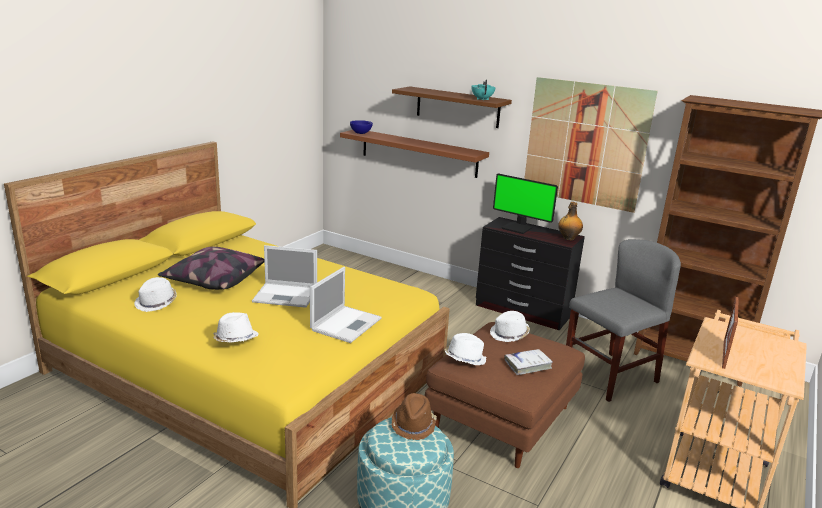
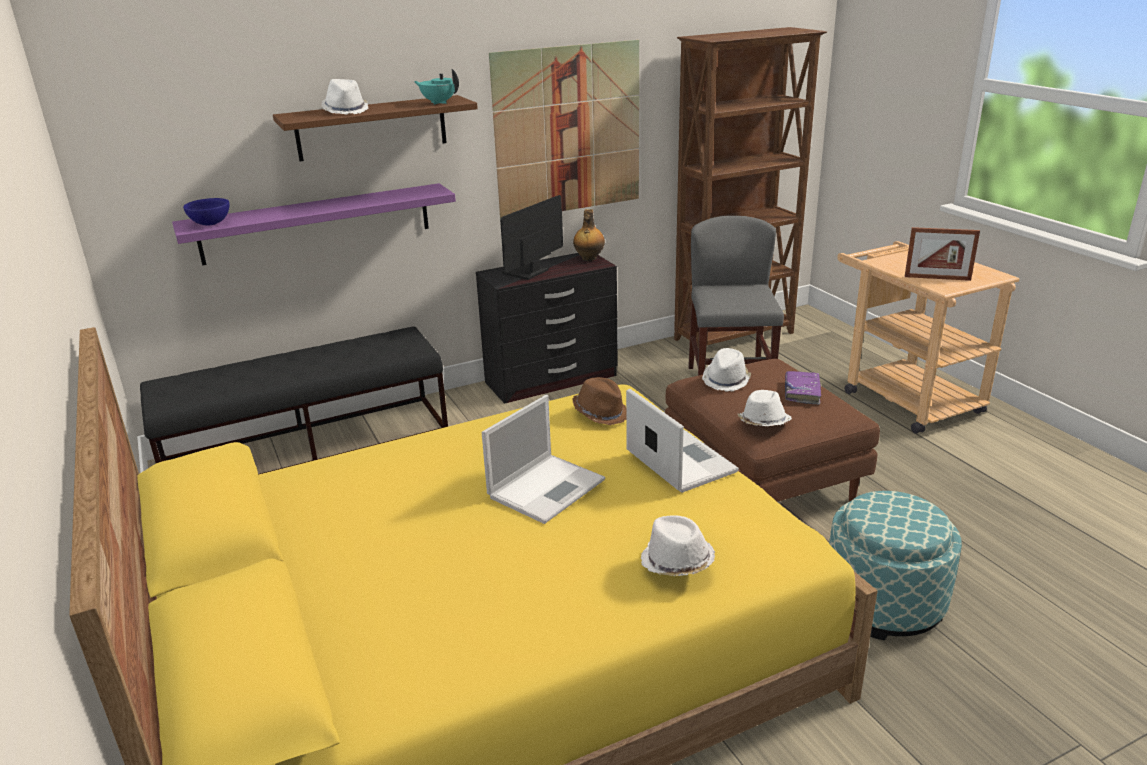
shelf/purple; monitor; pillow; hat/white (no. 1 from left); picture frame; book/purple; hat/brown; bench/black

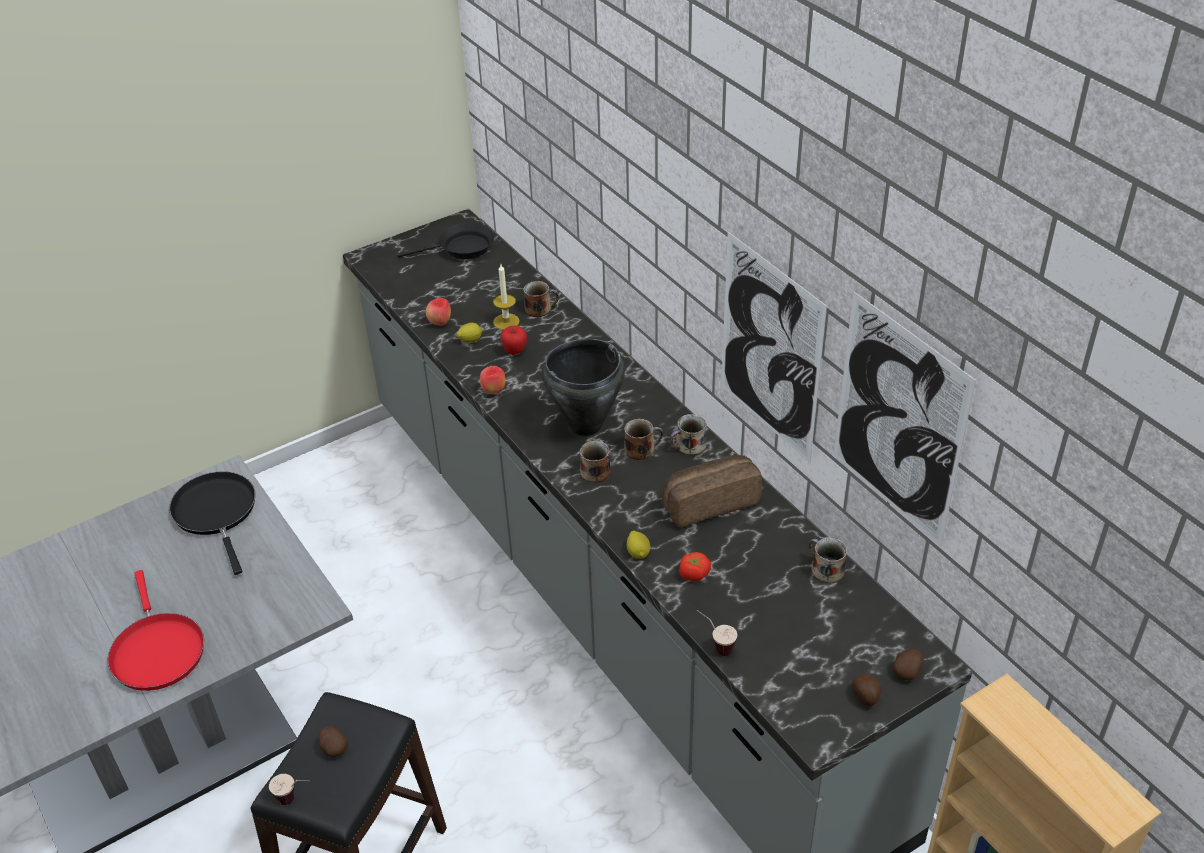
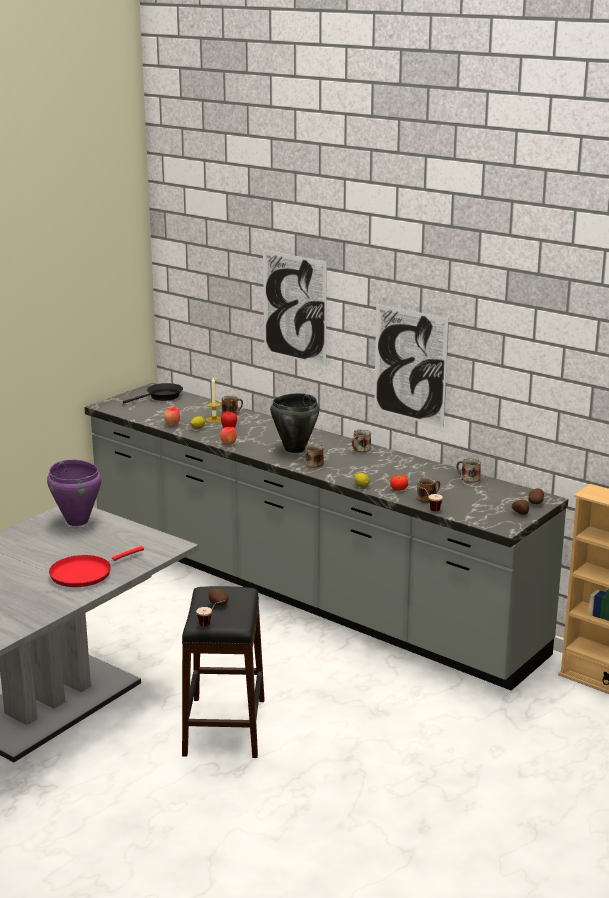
picture (no. 1 from left); mug (no. 4 from left); bread; cooking pot/purple; frying pan/red

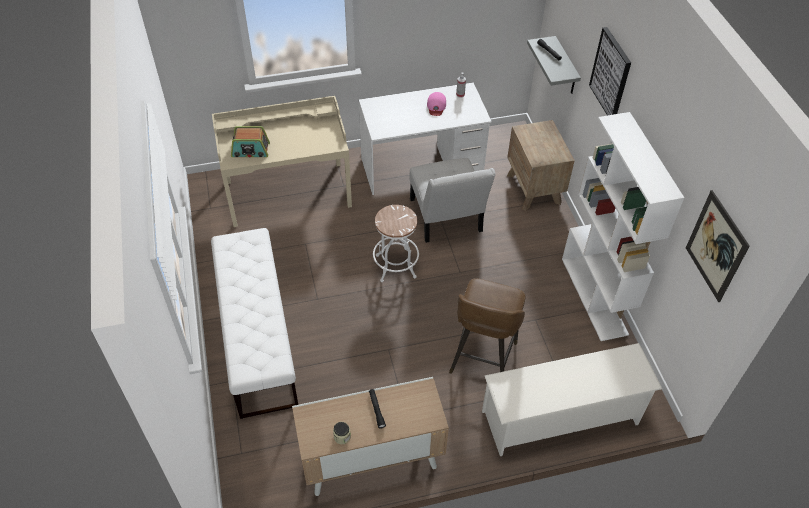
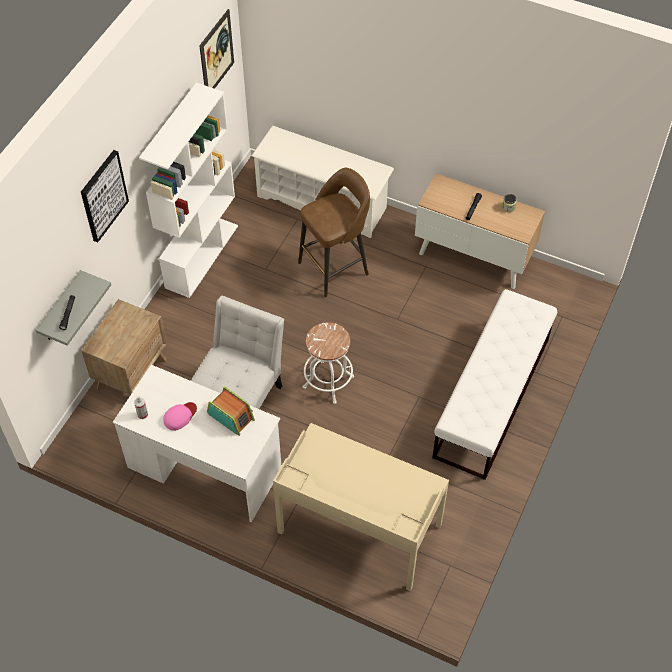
radio

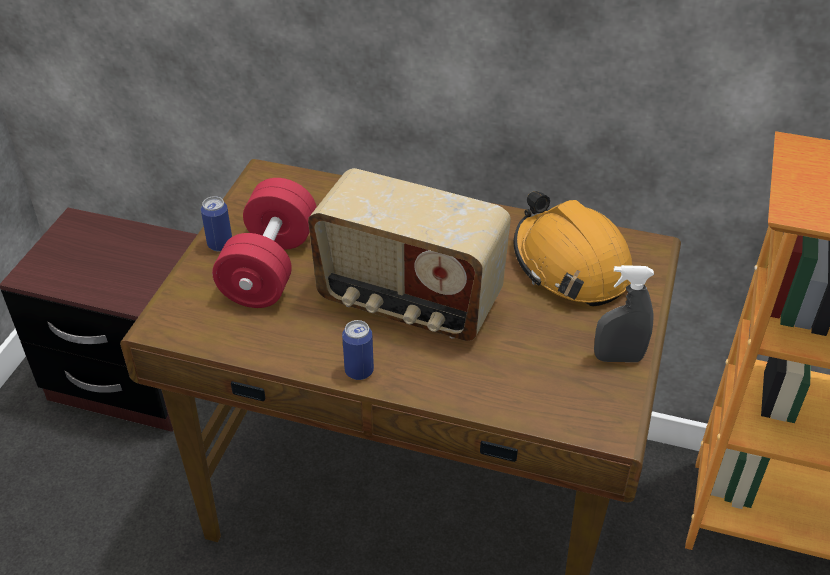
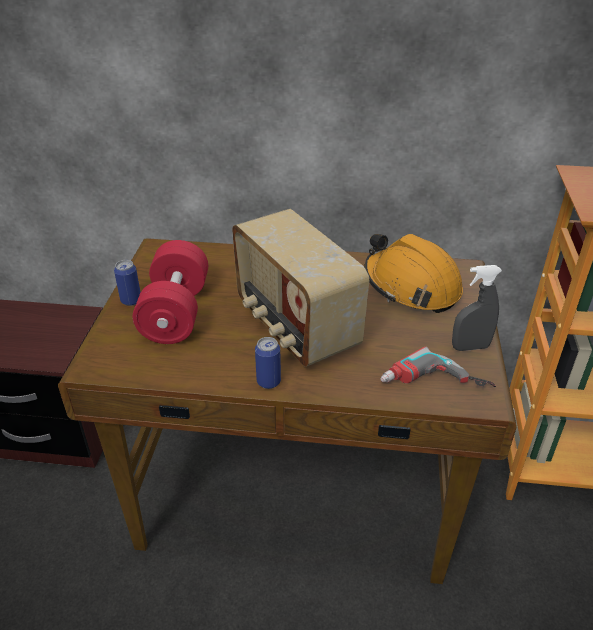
radio; power drill

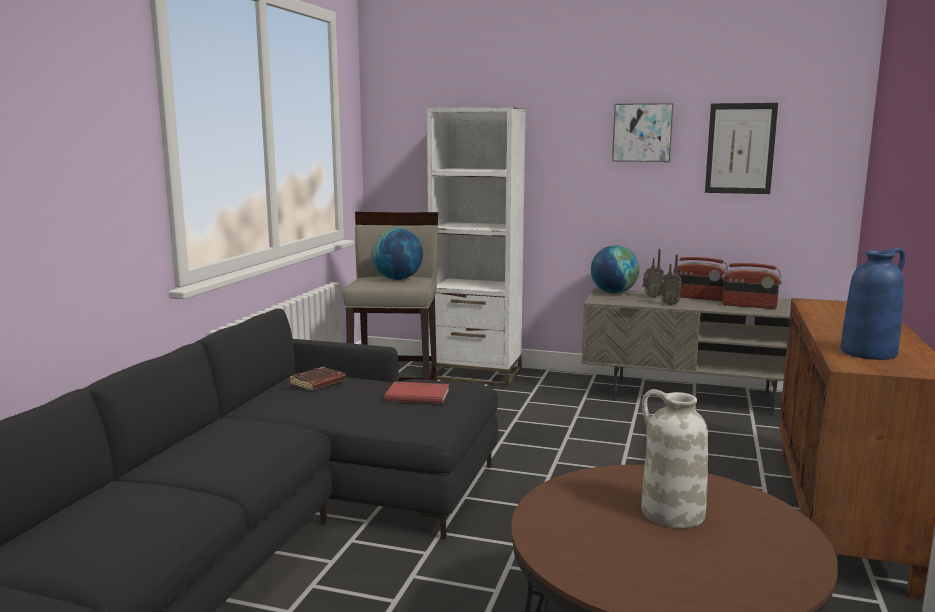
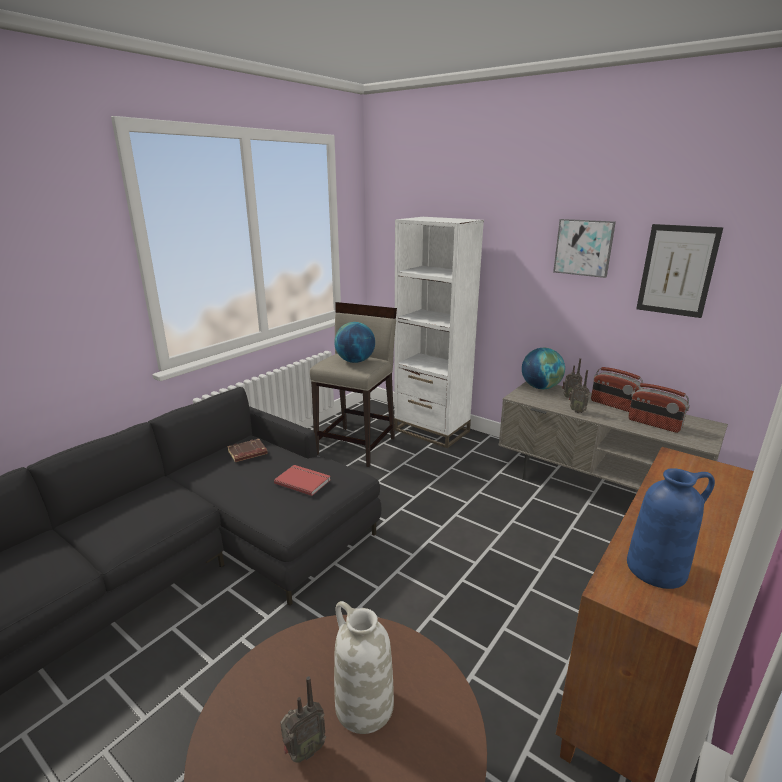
radio (no. 1 from left)

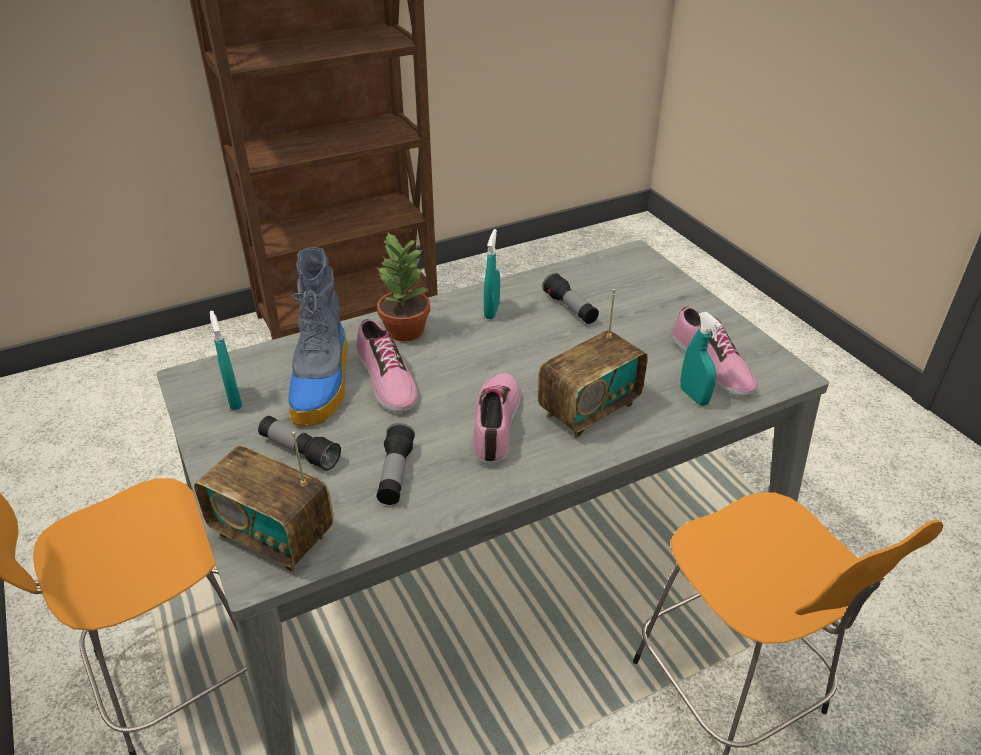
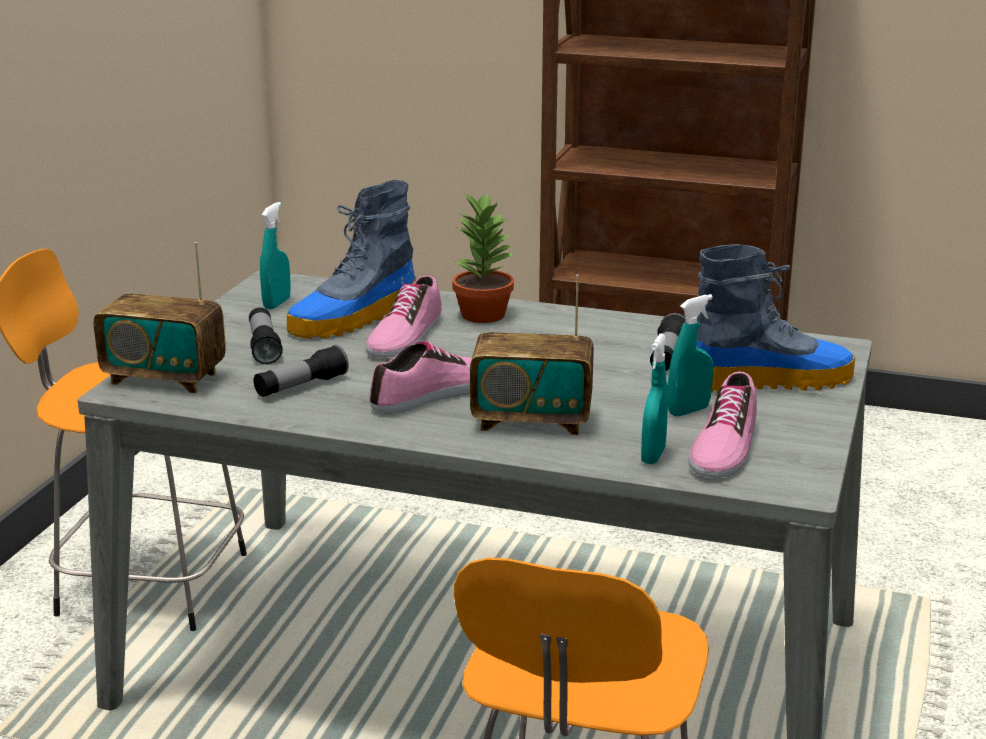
spray bottle/turquoise (no. 3 from left); radio (no. 1 from left); boot (no. 2 from left)

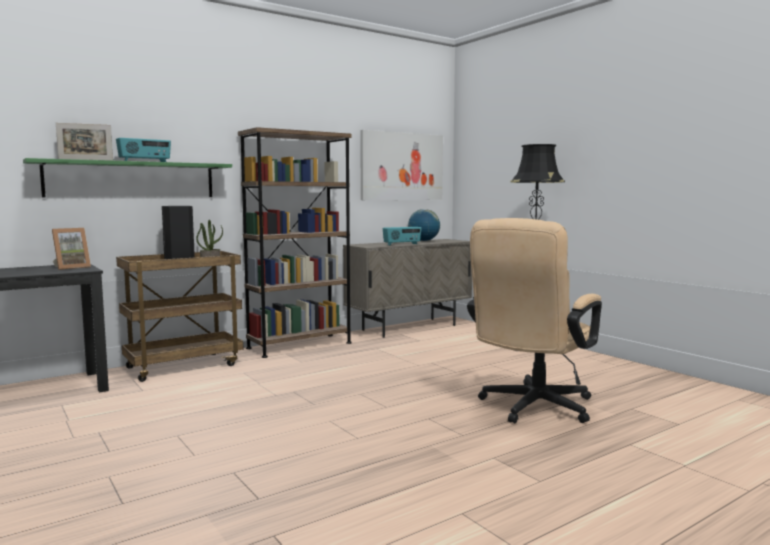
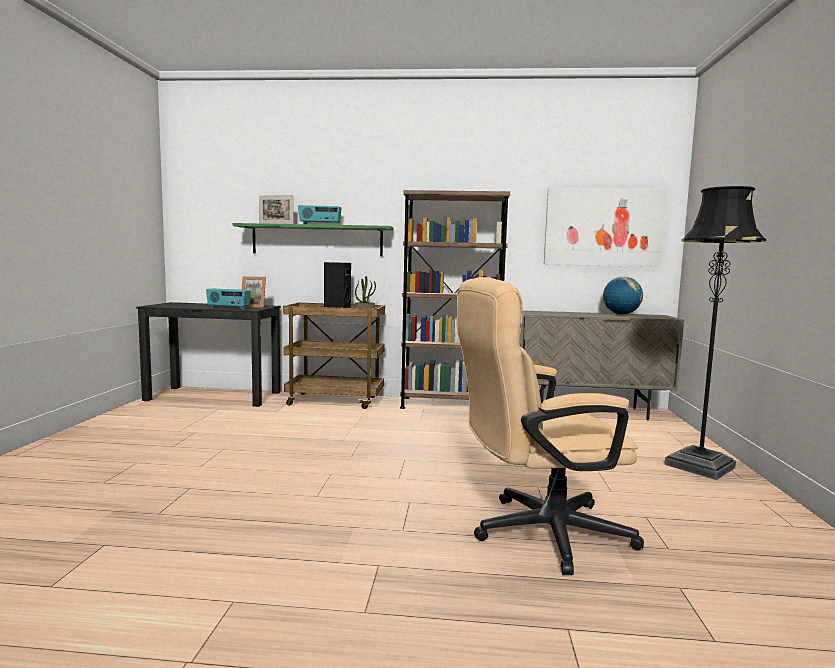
radio (no. 1 from left)

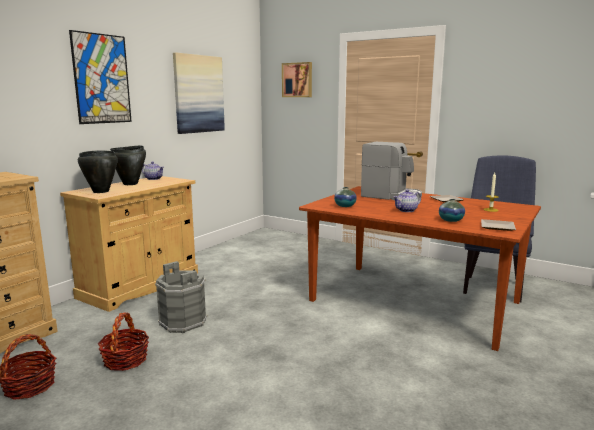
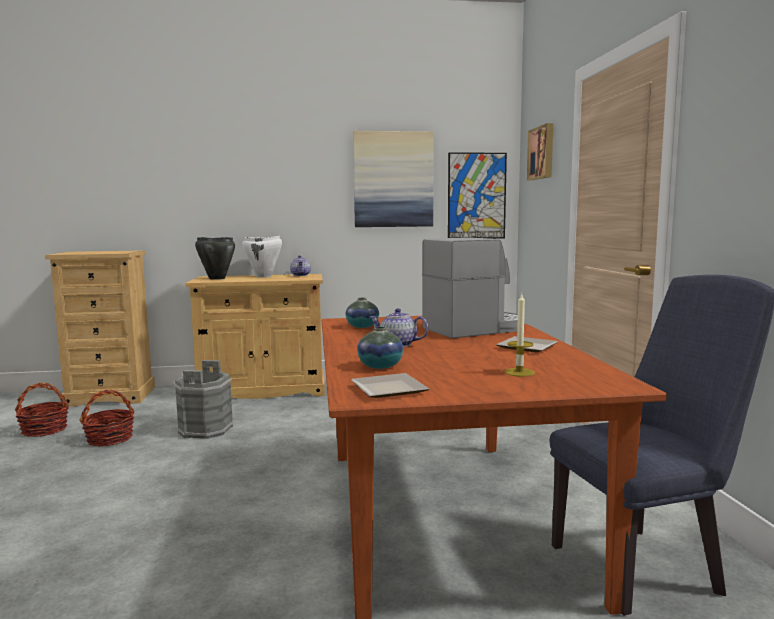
picture (no. 2 from left); coffee machine; cooking pot/white

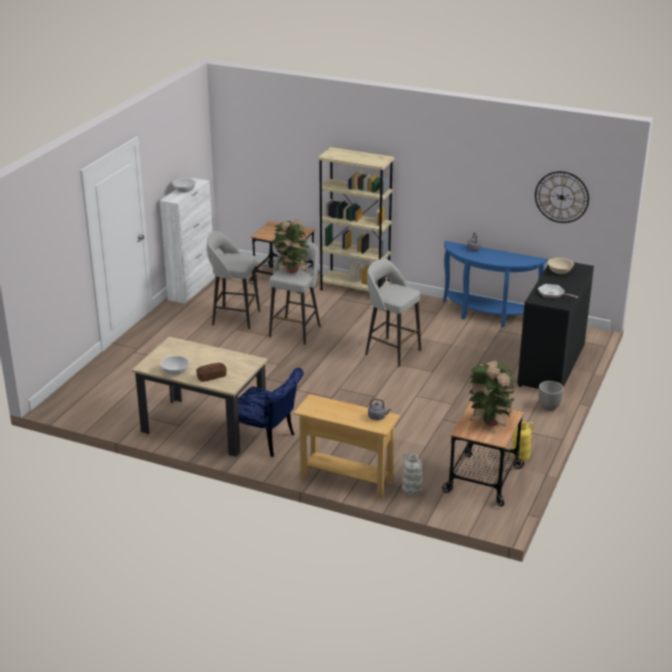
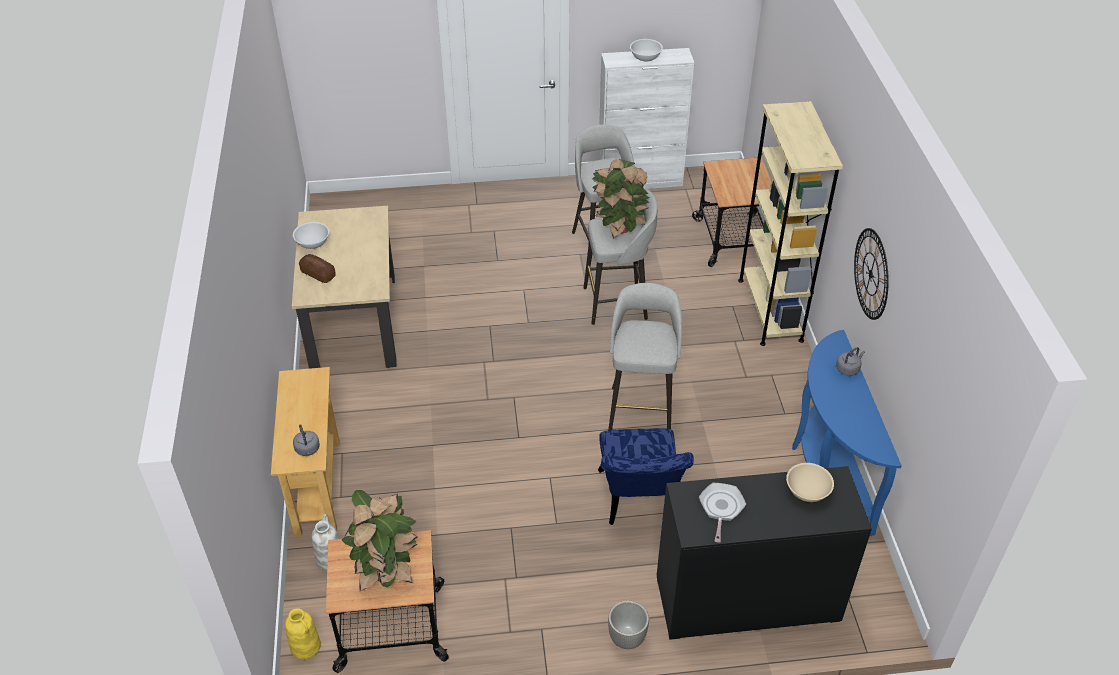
wall clock; chair/blue; vase/yellow

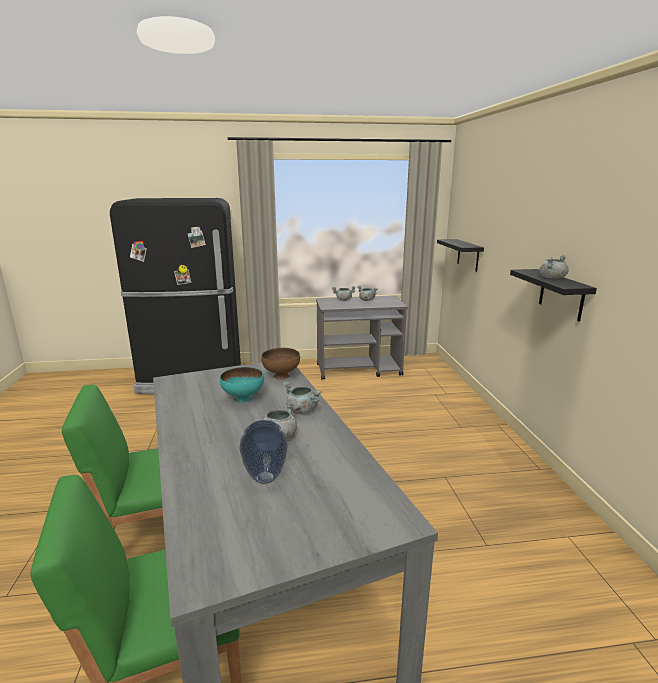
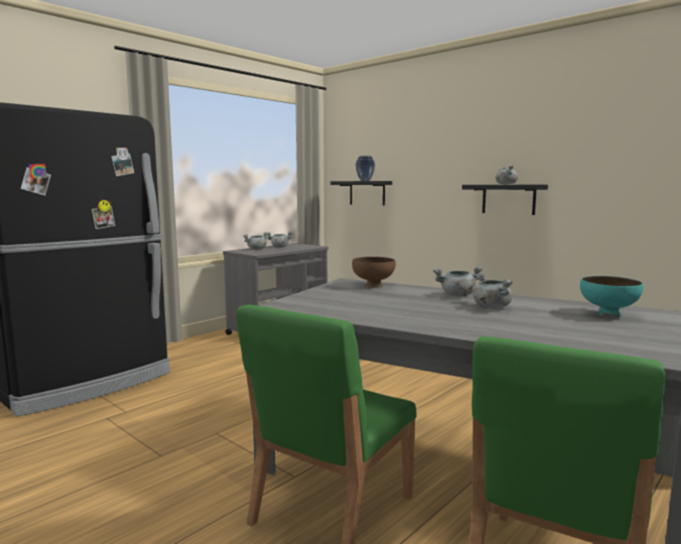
bowl/turquoise; vase

